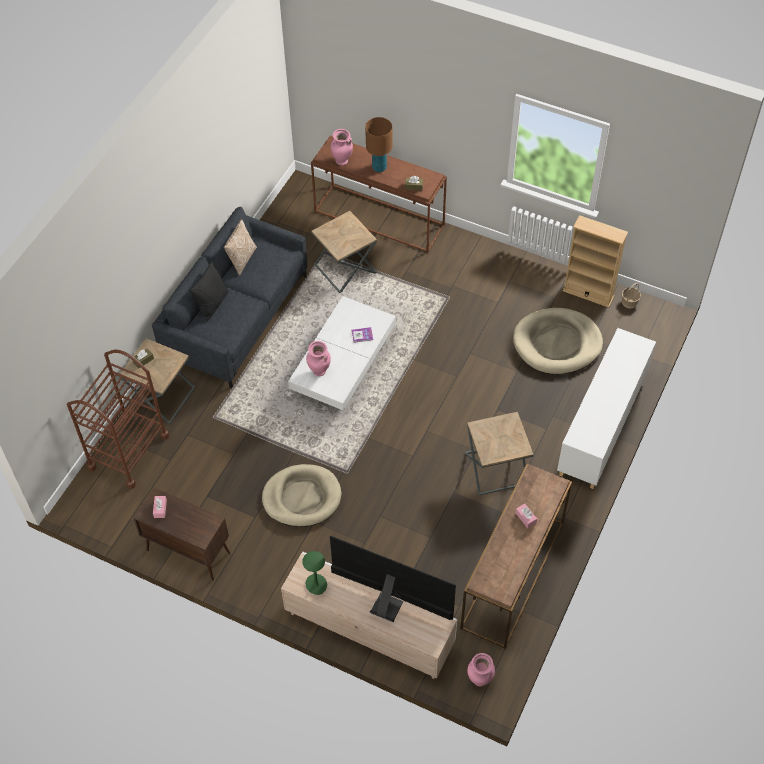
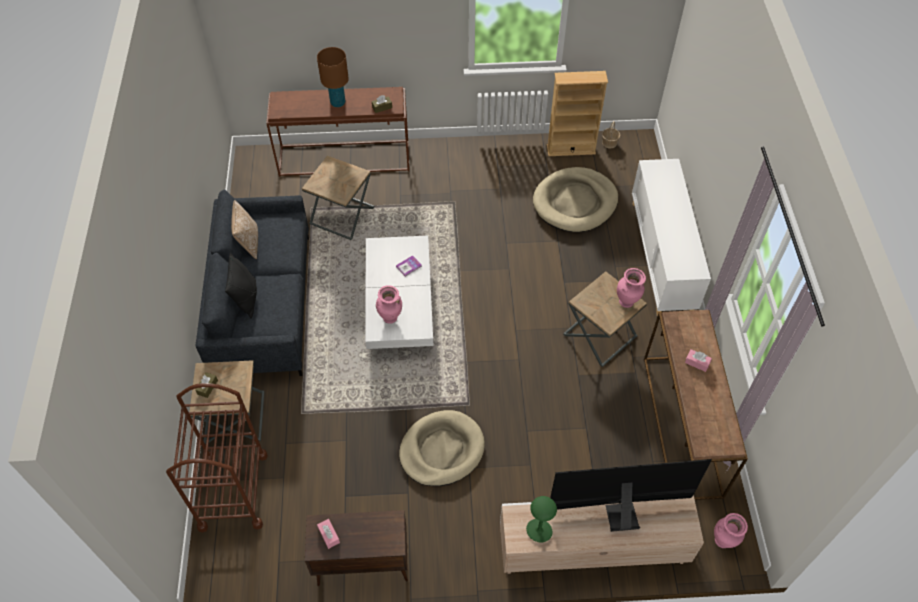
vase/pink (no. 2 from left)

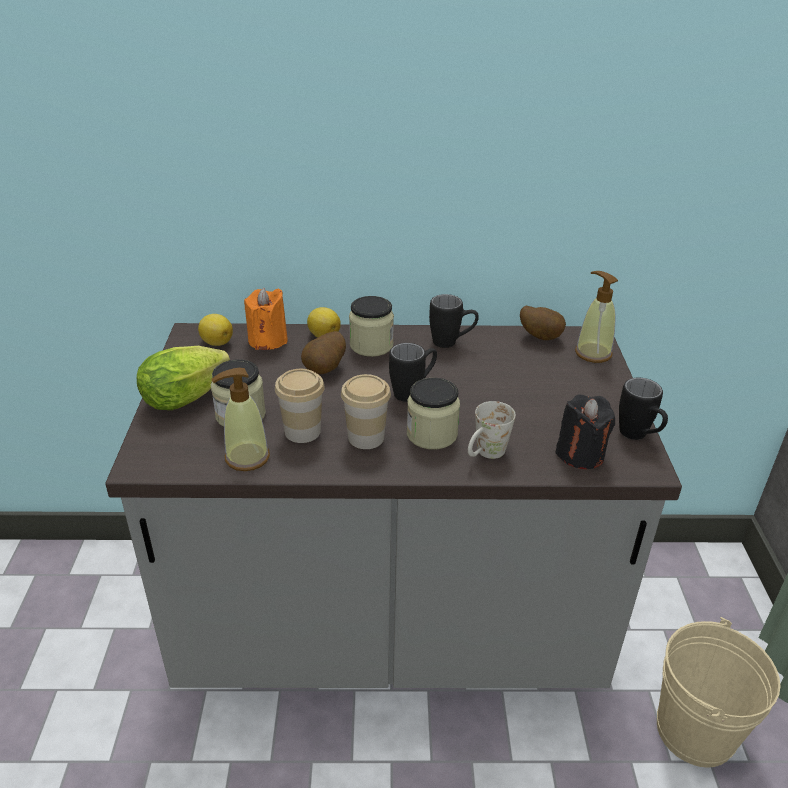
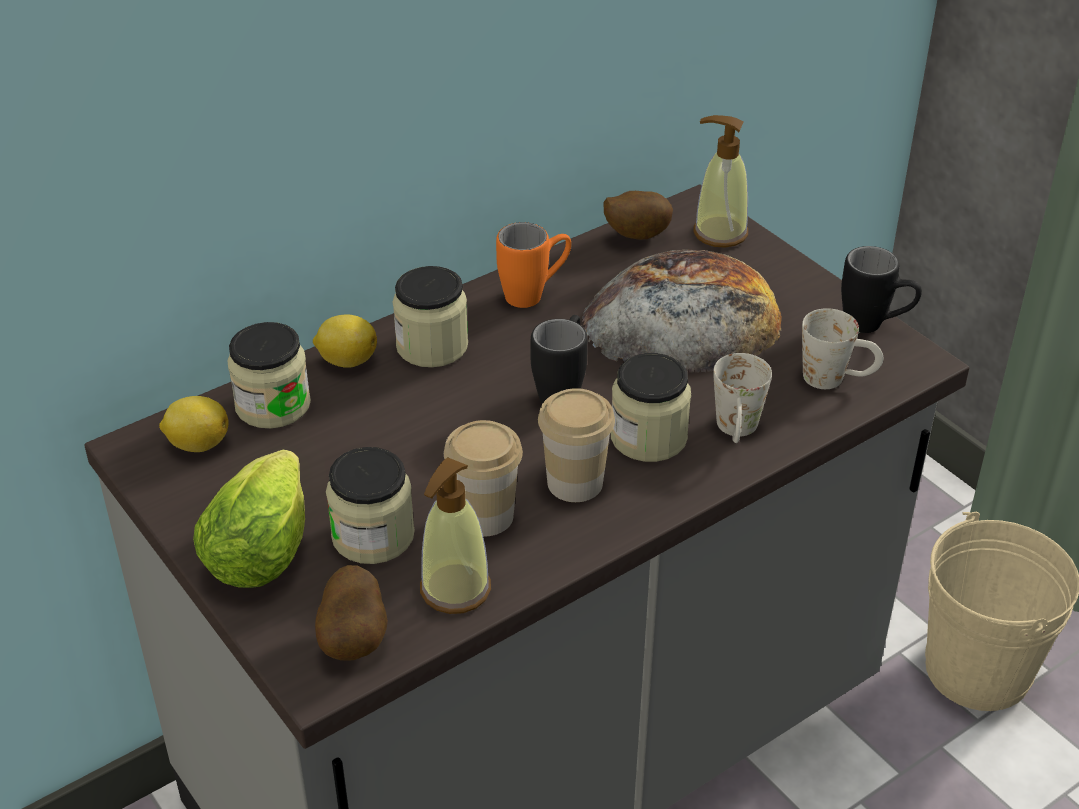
jar (no. 1 from left); mug/orange; potato (no. 1 from left); mug/white (no. 2 from left); bread

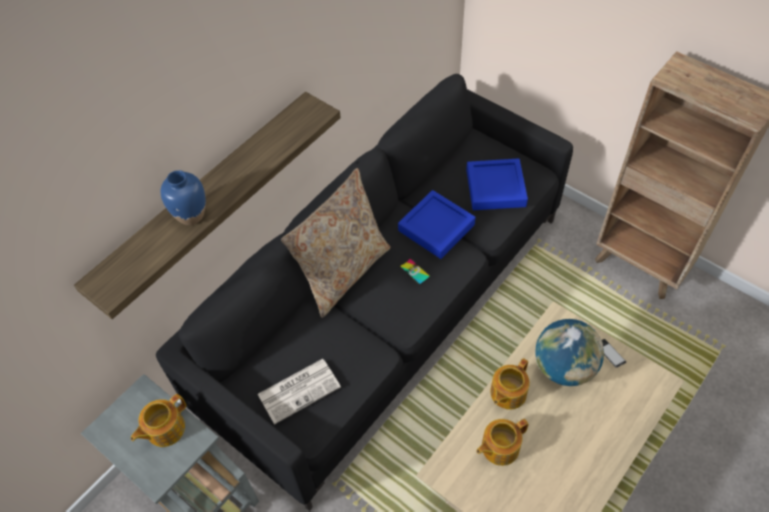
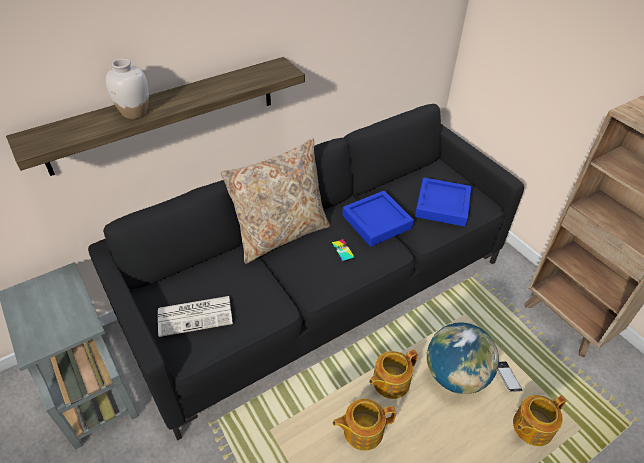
vase/white; teapot (no. 3 from left)

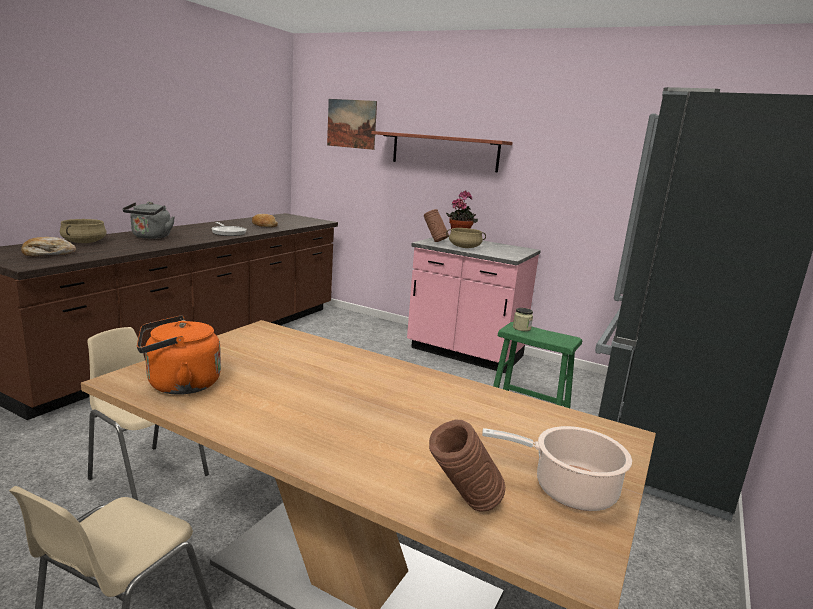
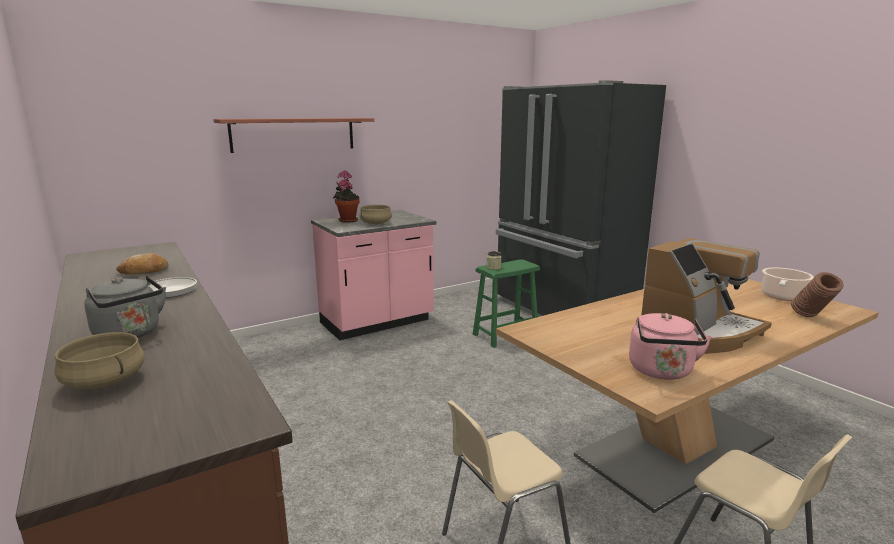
picture; vase/brown (no. 1 from left in the first image); bread (no. 1 from left in the first image); kettle/pink; coffee machine

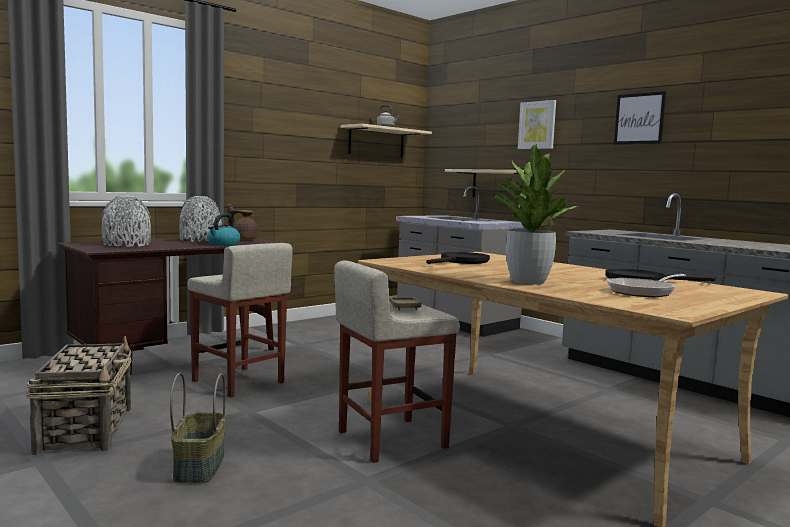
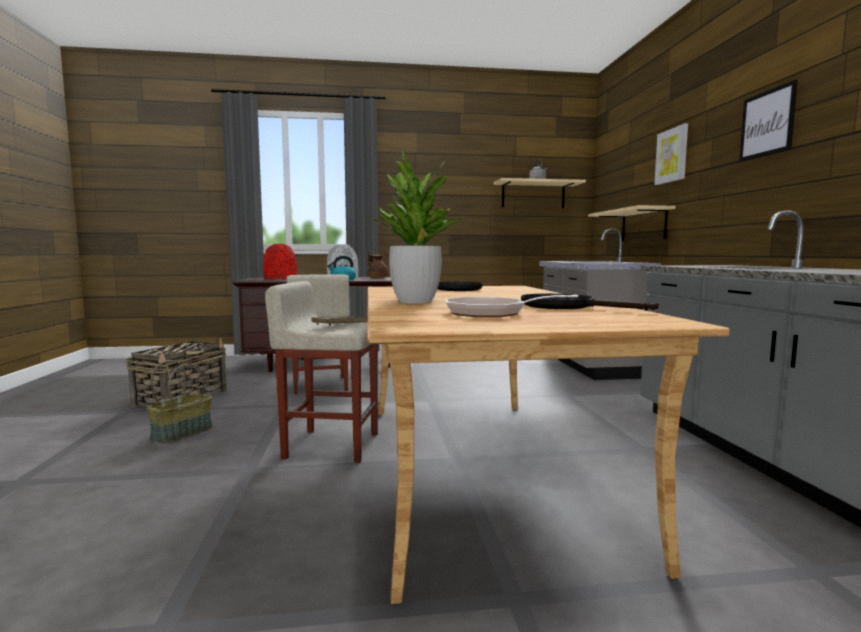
vase/red

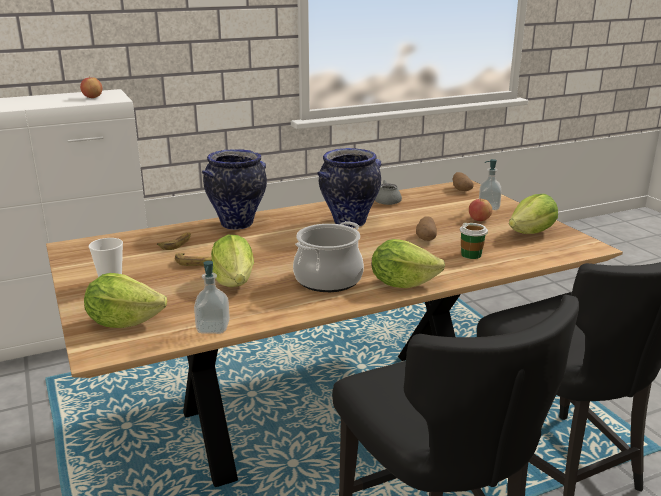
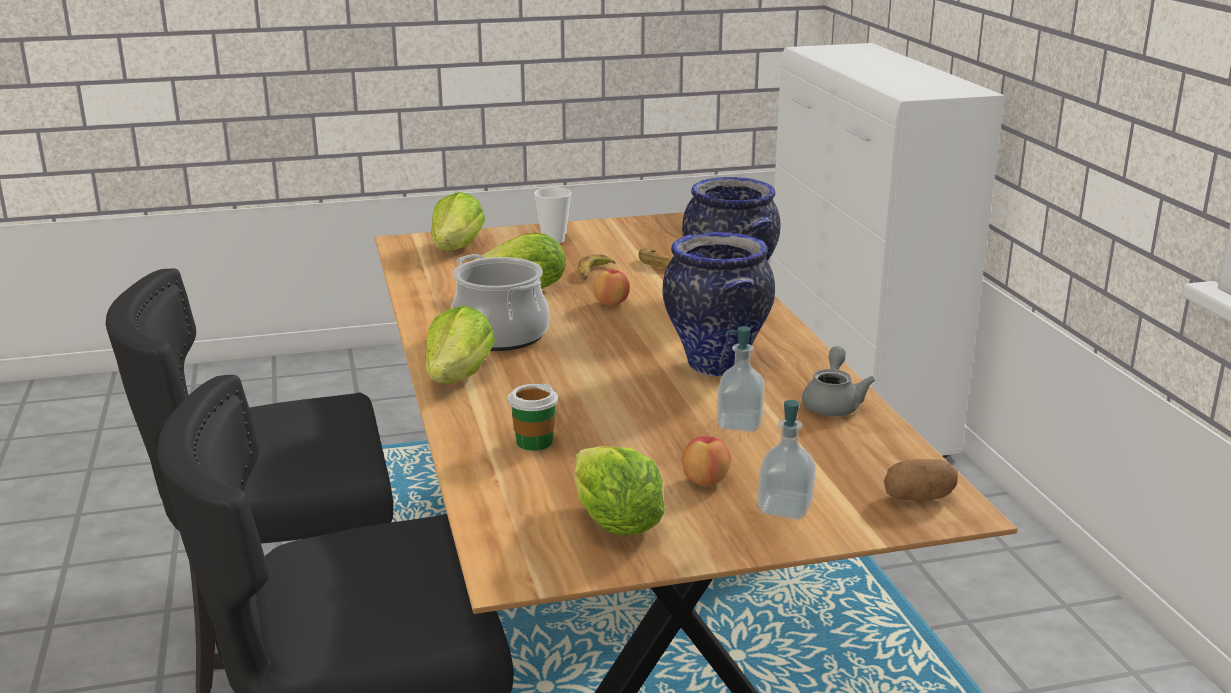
apple (no. 1 from left); potato (no. 1 from left in the first image); soap dispenser (no. 1 from left)

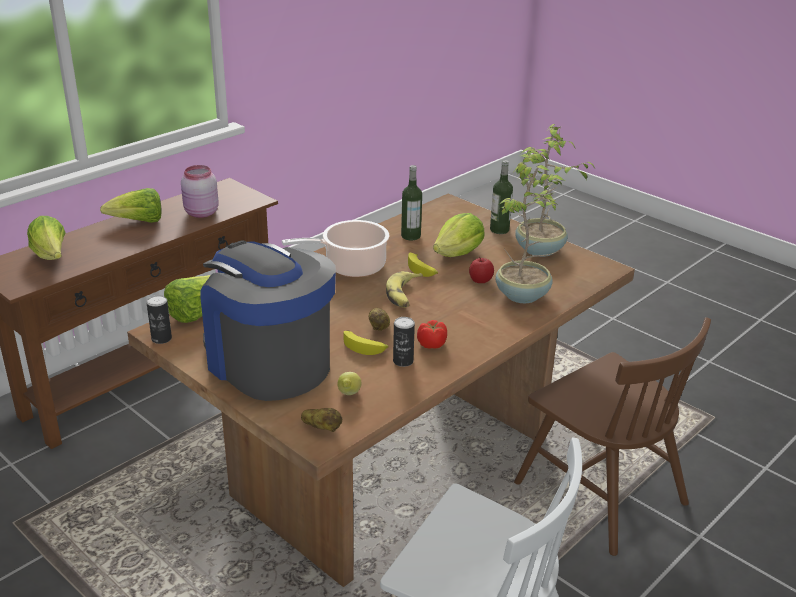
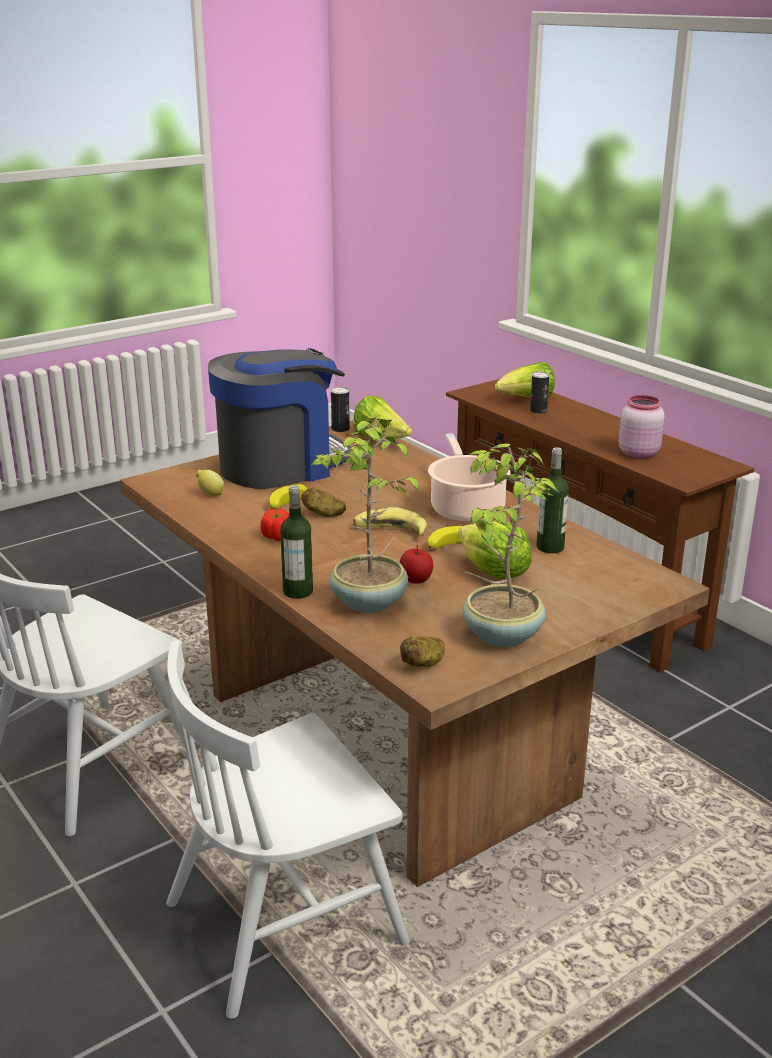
bottle (no. 1 from left); lettuce (no. 2 from left in the first image); can (no. 2 from left); chair/white (no. 2 from left); potato (no. 2 from left)

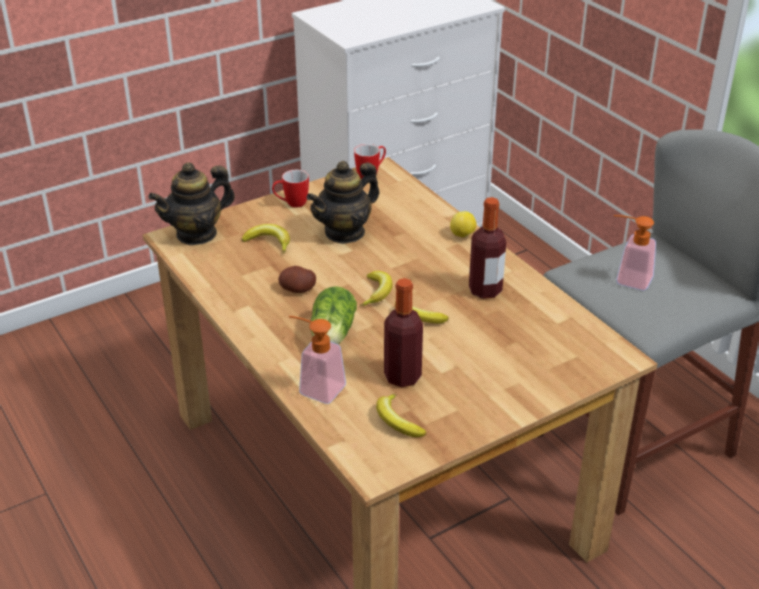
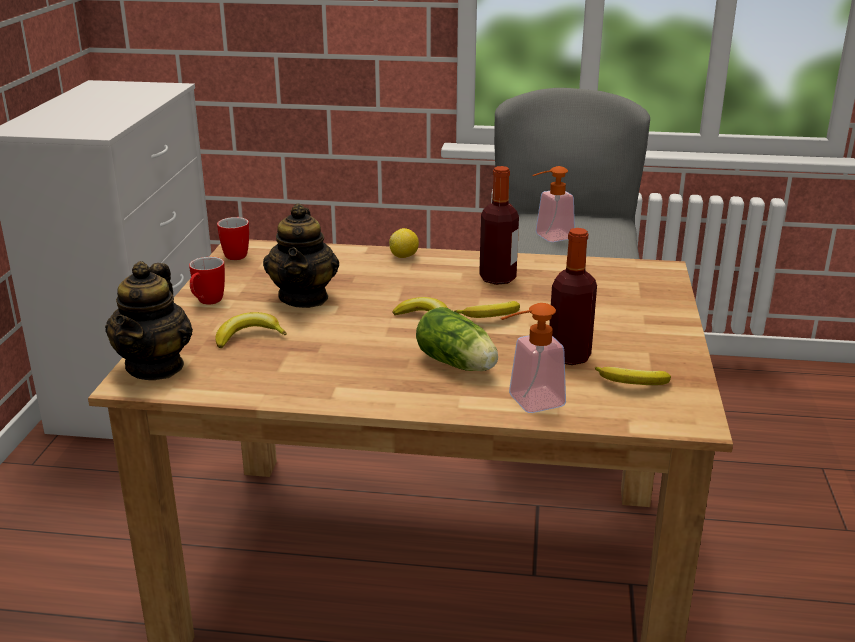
potato

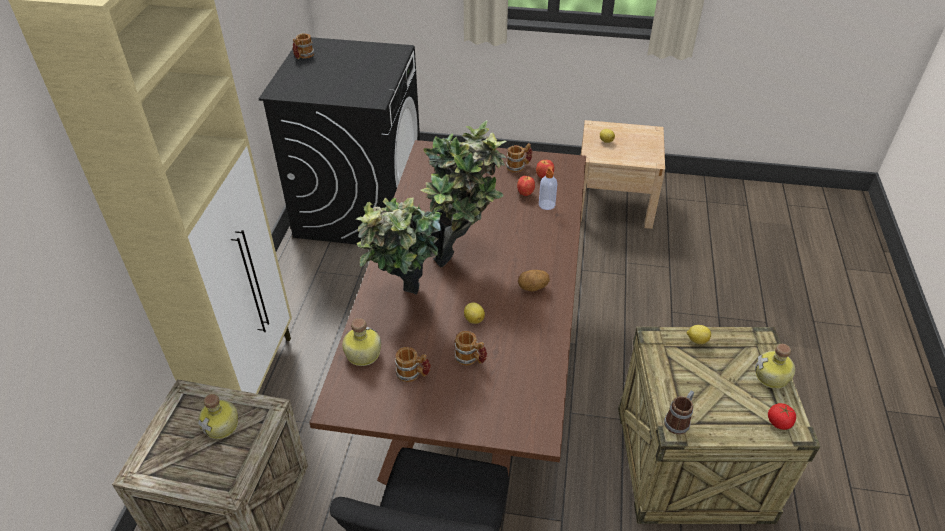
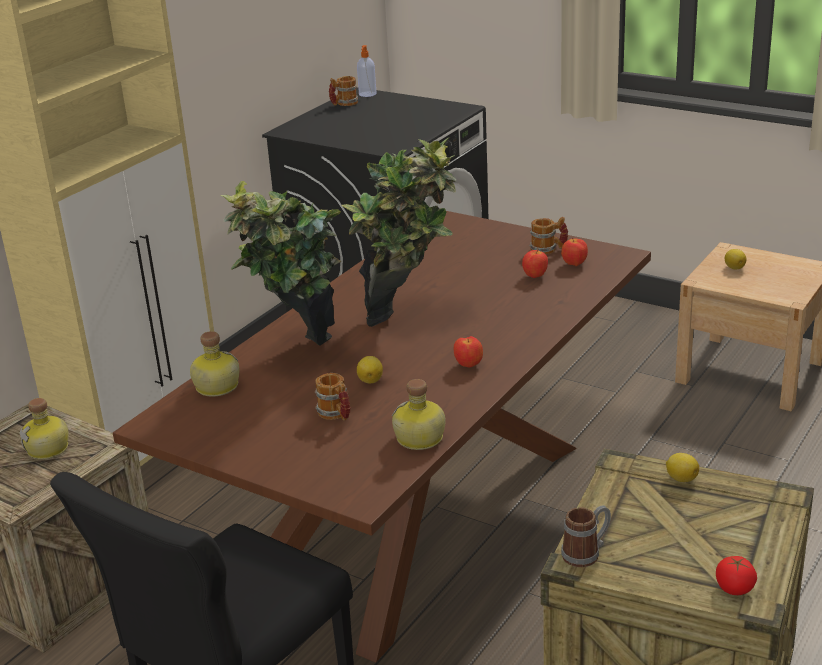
soap dispenser; apple (no. 1 from left); bottle (no. 3 from left); mug (no. 2 from left in the first image)

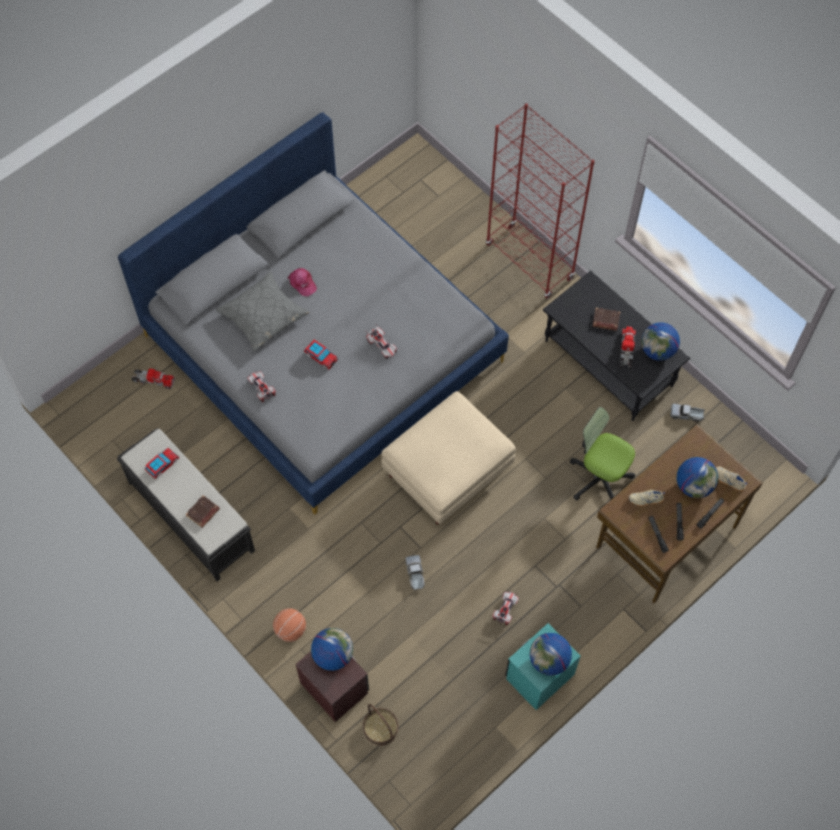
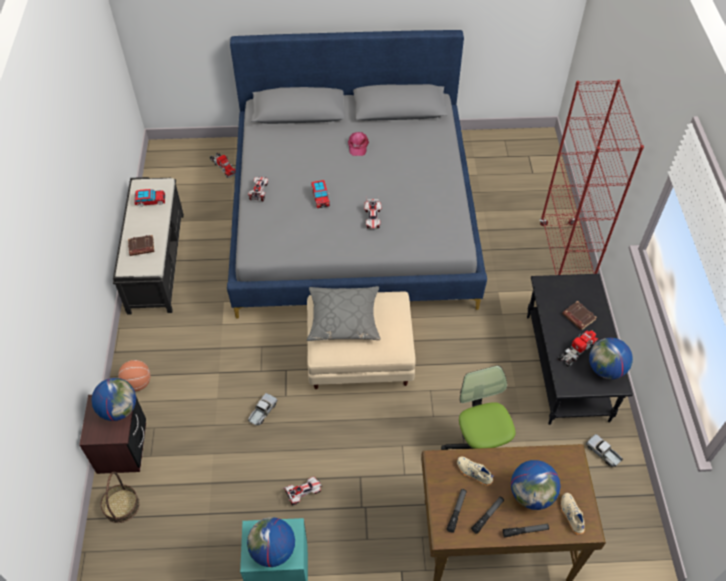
pillow/grey

